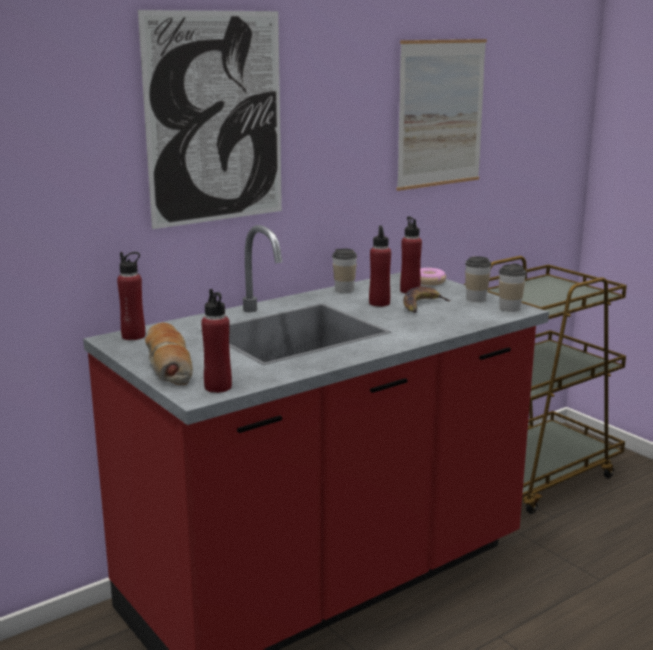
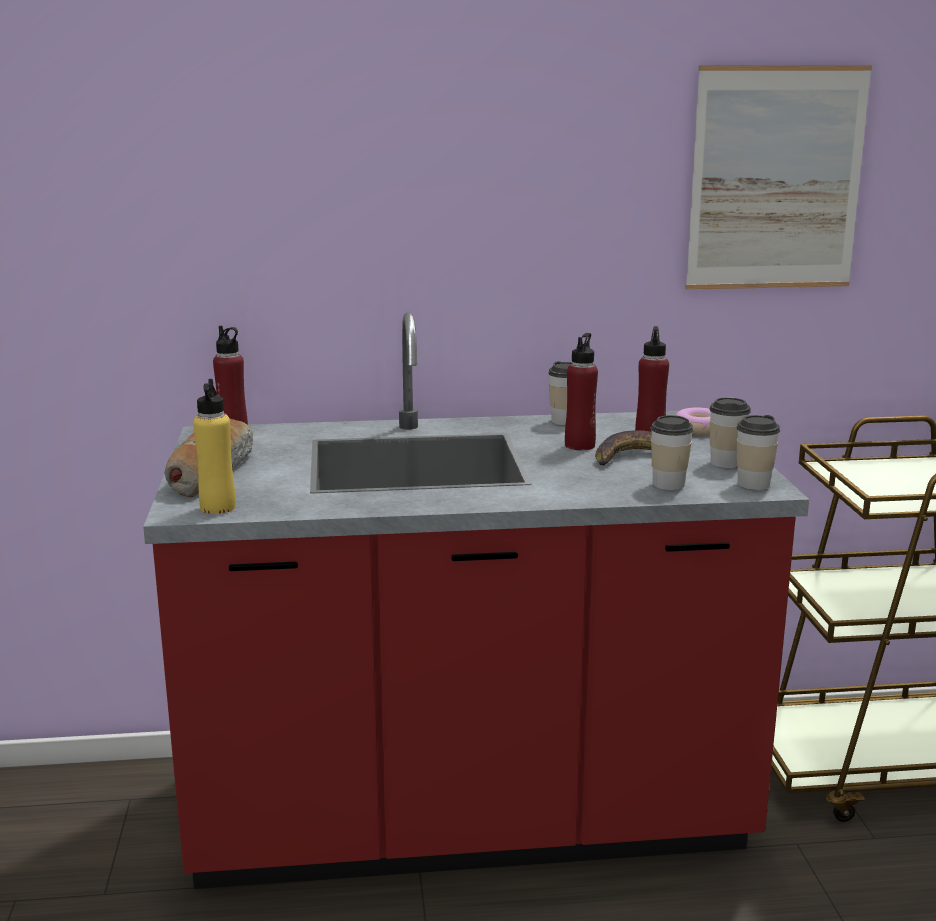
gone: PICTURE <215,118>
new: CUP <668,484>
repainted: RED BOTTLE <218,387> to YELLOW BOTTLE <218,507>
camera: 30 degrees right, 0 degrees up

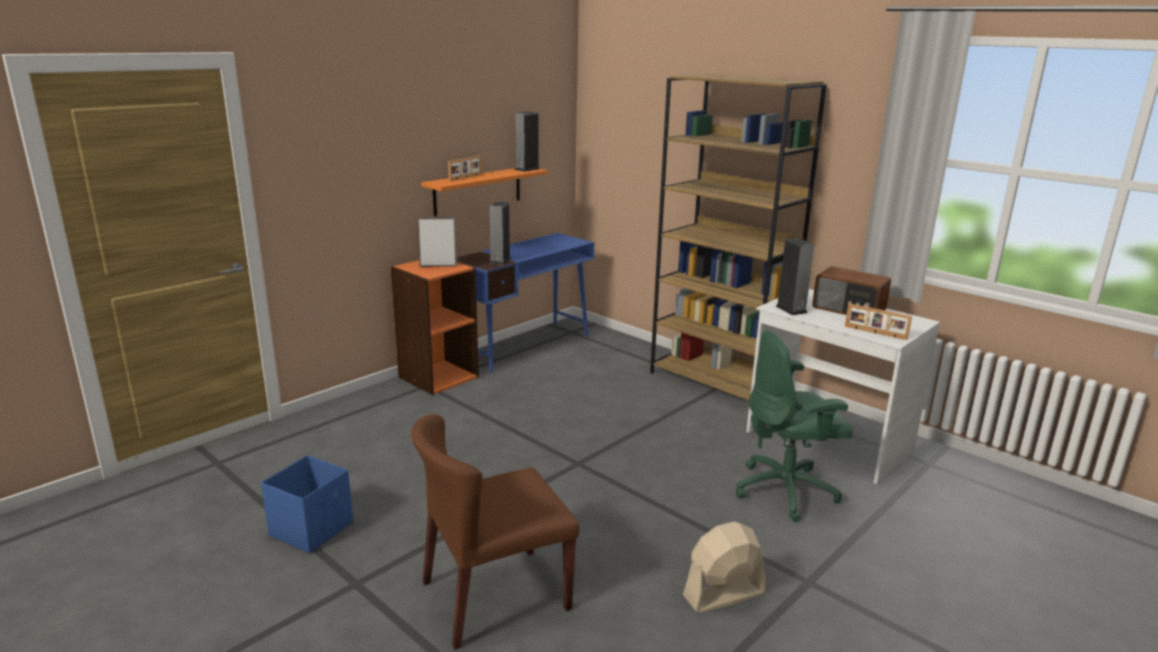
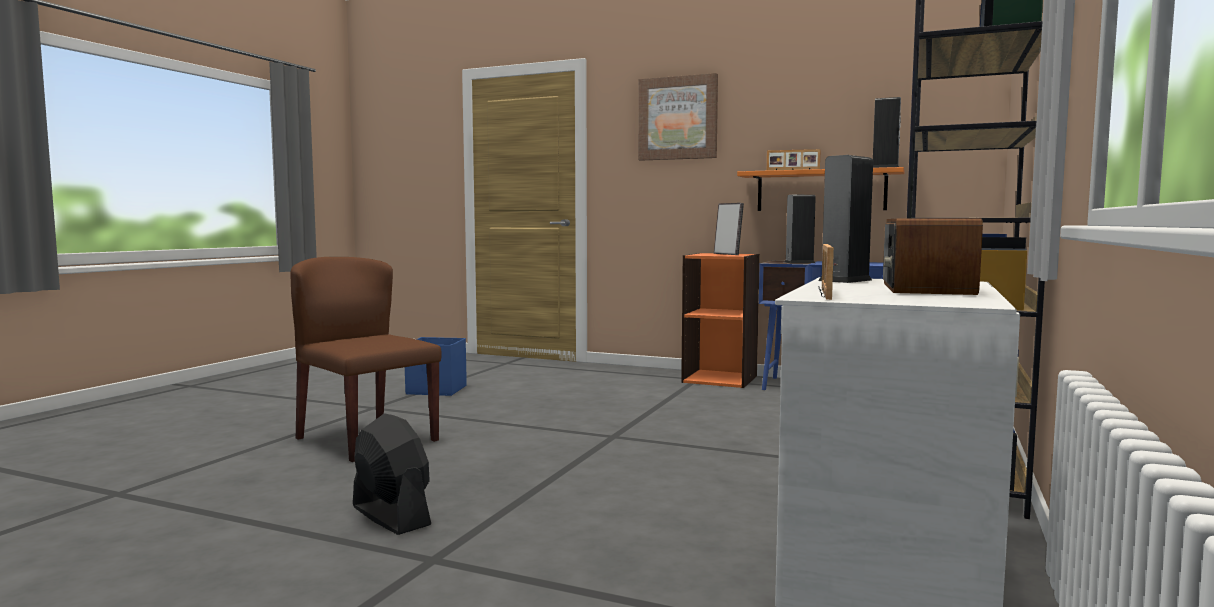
gone: GREEN OFFICE CHAIR <787,491>
new: PICTURE <678,118>
repainted: BEIGE FAN <723,594> to BLACK FAN <390,516>
camera: 70 degrees right, 15 degrees down

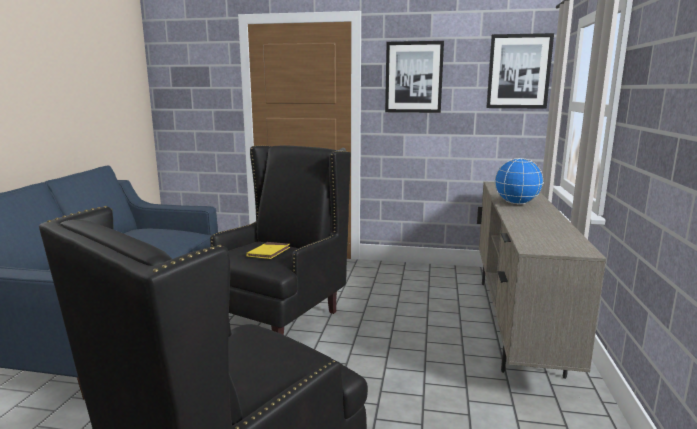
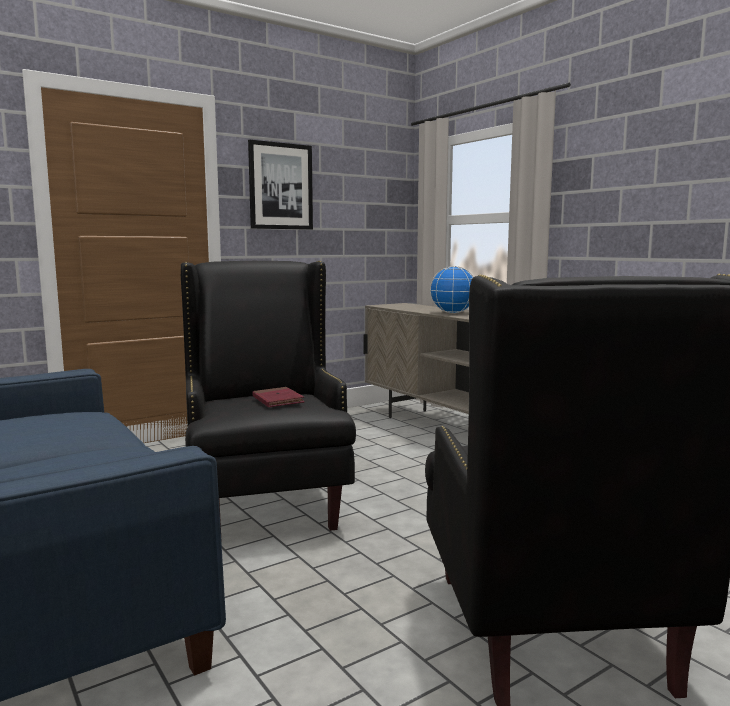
gone: PICTURE <518,71>
repainted: YELLOW BOOK <268,252> to RED BOOK <278,400>
camera: 45 degrees left, 5 degrees down

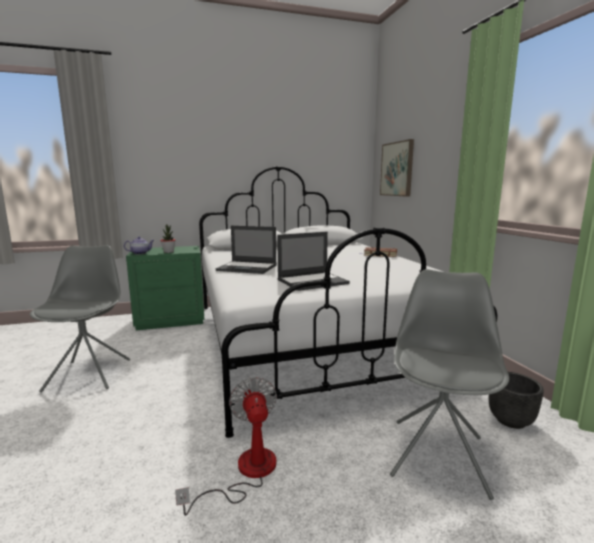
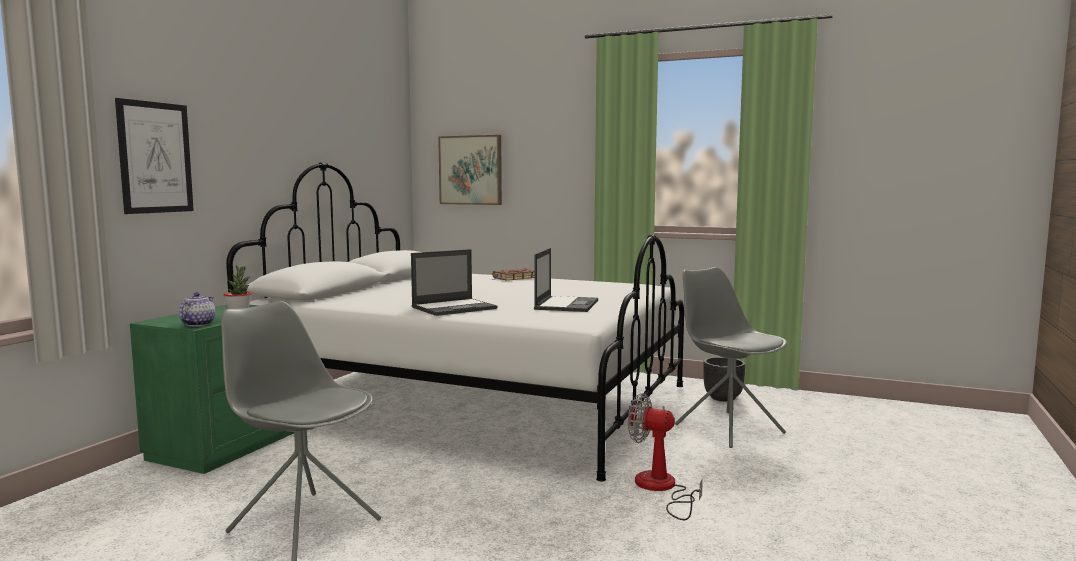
new: PICTURE <155,157>
camera: 50 degrees left, 5 degrees down

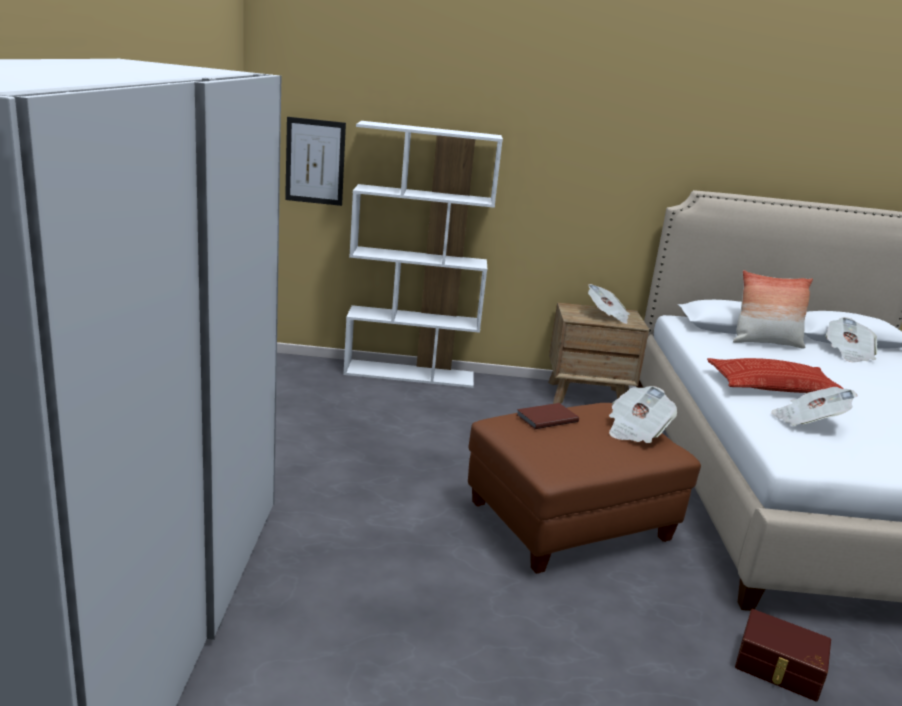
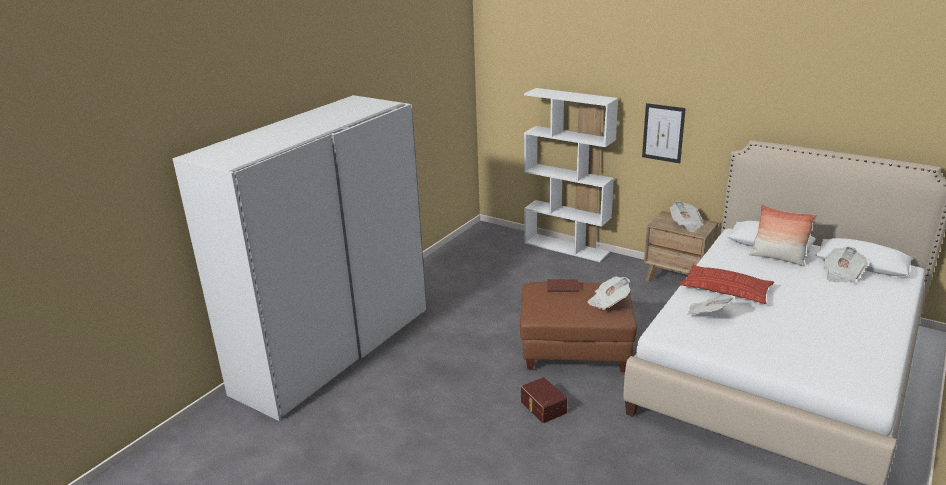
shifted: PICTURE <315,161> to <663,133>; BROWN STORAGE BOX <778,668> to <542,407>
camera: 35 degrees right, 5 degrees up

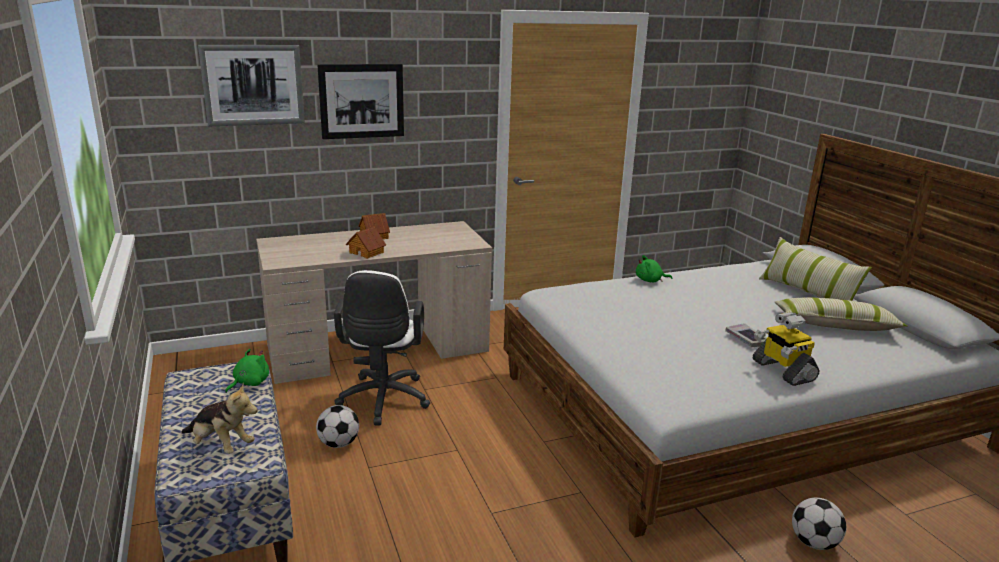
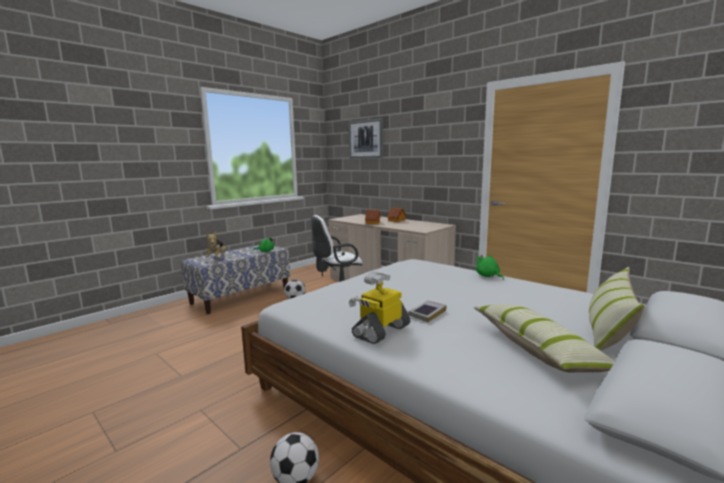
gone: PICTURE <362,101>
camera: 65 degrees right, 10 degrees down

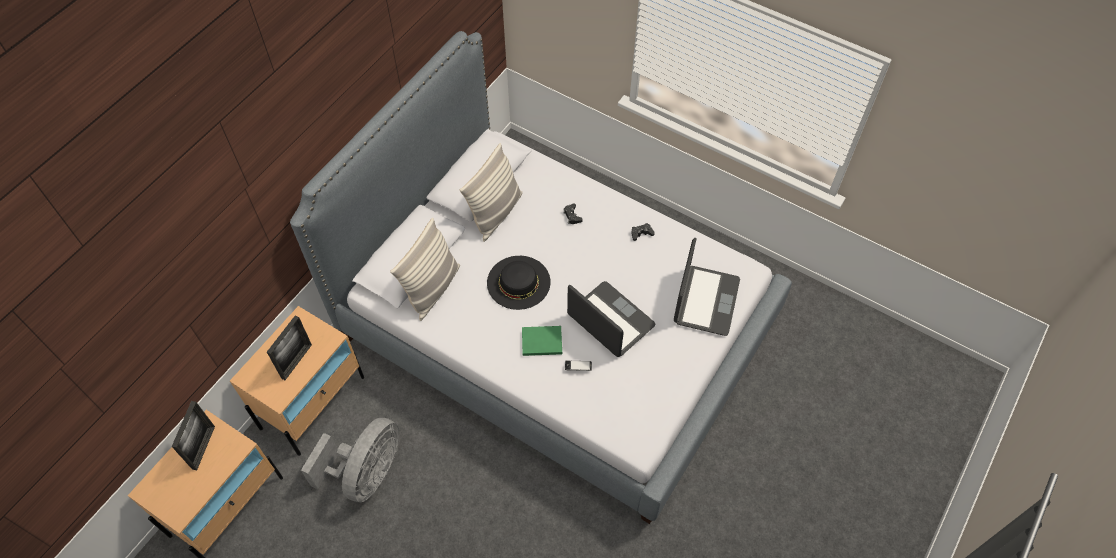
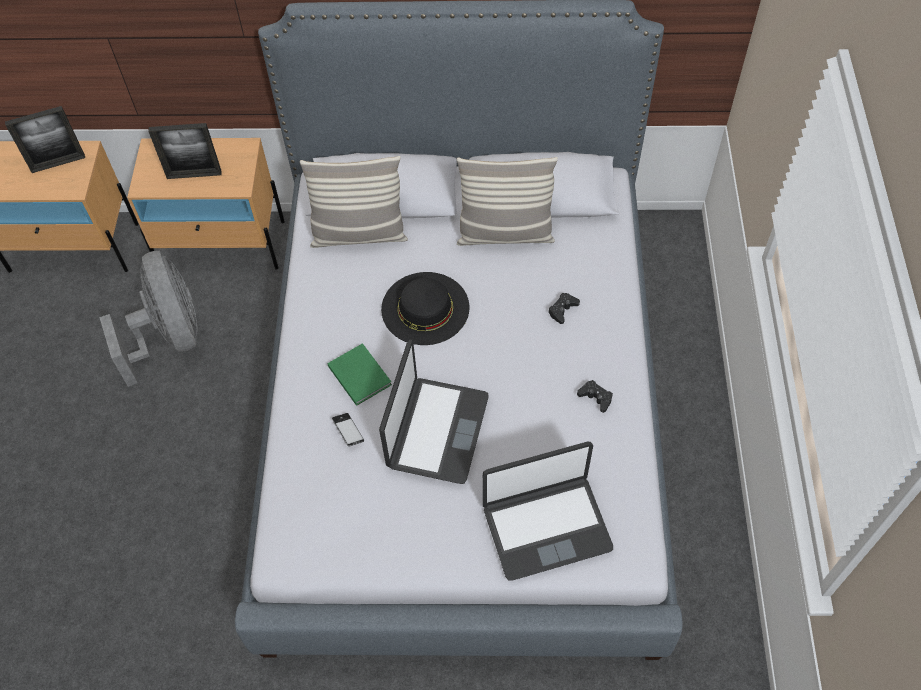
rotated: GREY FAN <366,473> = <170,337> 105 degrees counterclockwise
camera: 60 degrees right, 0 degrees up

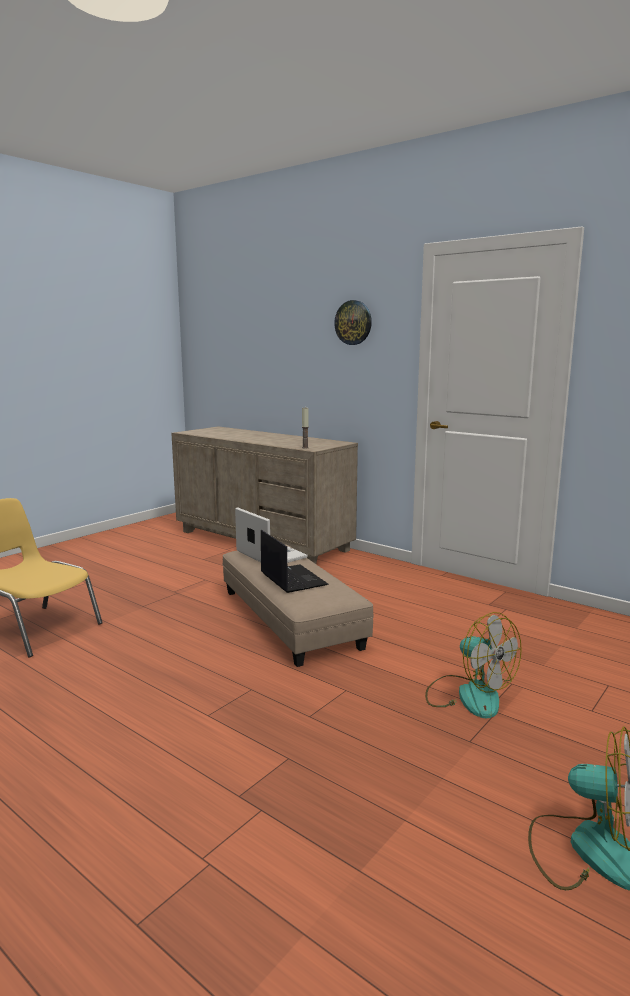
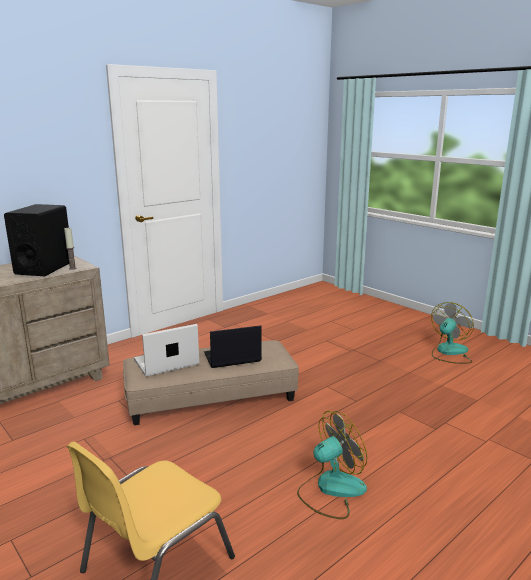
gone: WALL CLOCK <353,322>
new: BLACK SPEAKER <44,268>
shifted: FAN <468,695> to <331,489>
camera: 80 degrees left, 5 degrees up

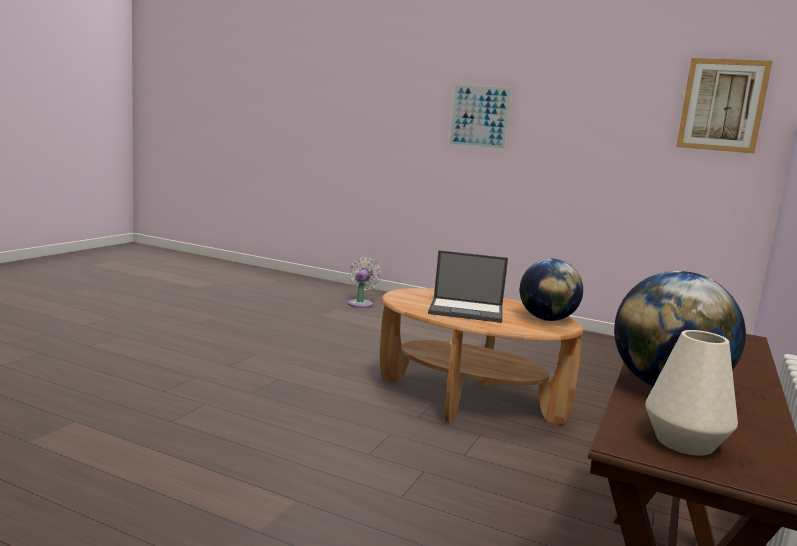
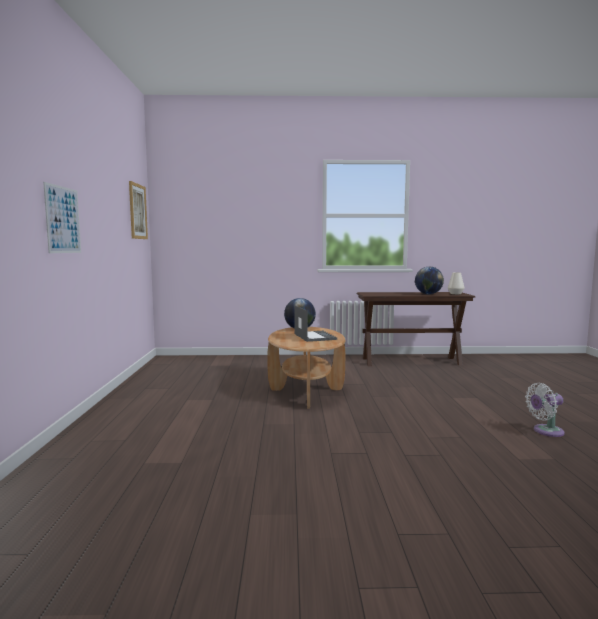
shifted: WHITE FAN <361,303> to <545,431>
camera: 115 degrees left, 5 degrees down

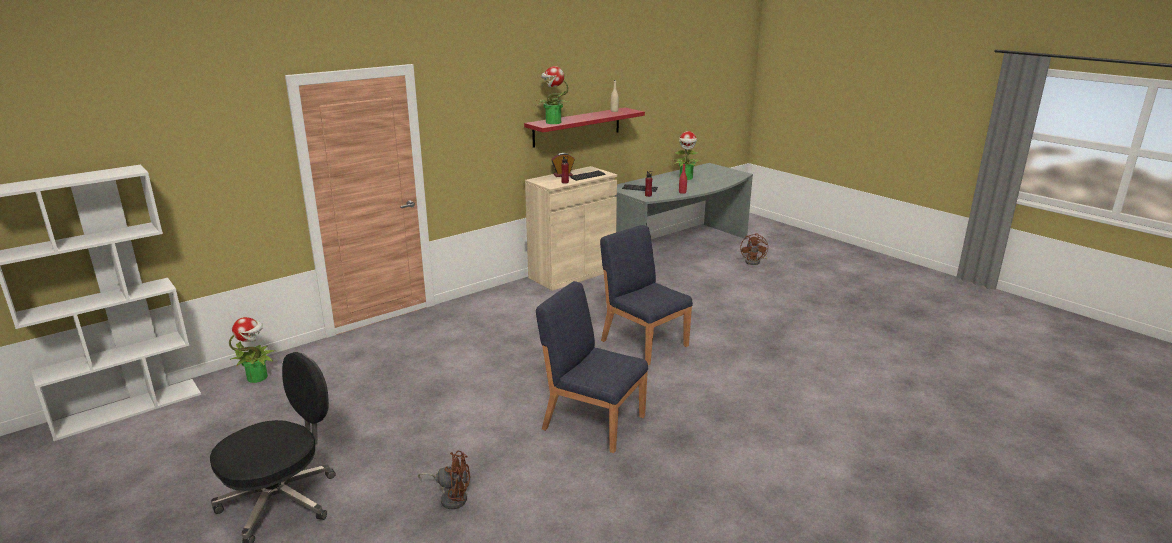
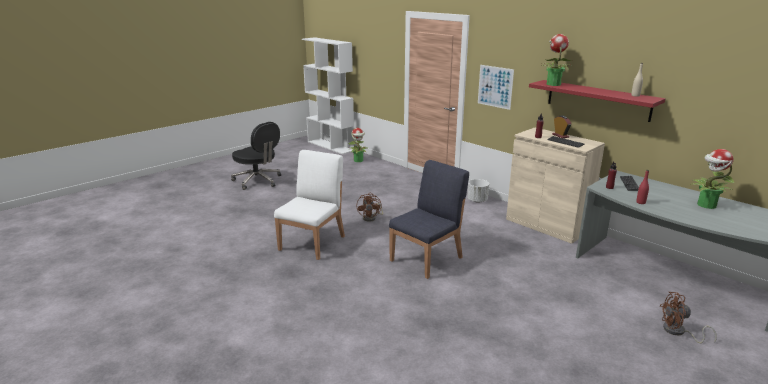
new: PICTURE <495,86>; WHITE PLANTER <477,200>
shifted: BROWN FAN <451,497> to <371,218>
repainted: BLUE CHAIR <593,422> to WHITE CHAIR <313,242>
camera: 85 degrees right, 0 degrees up

